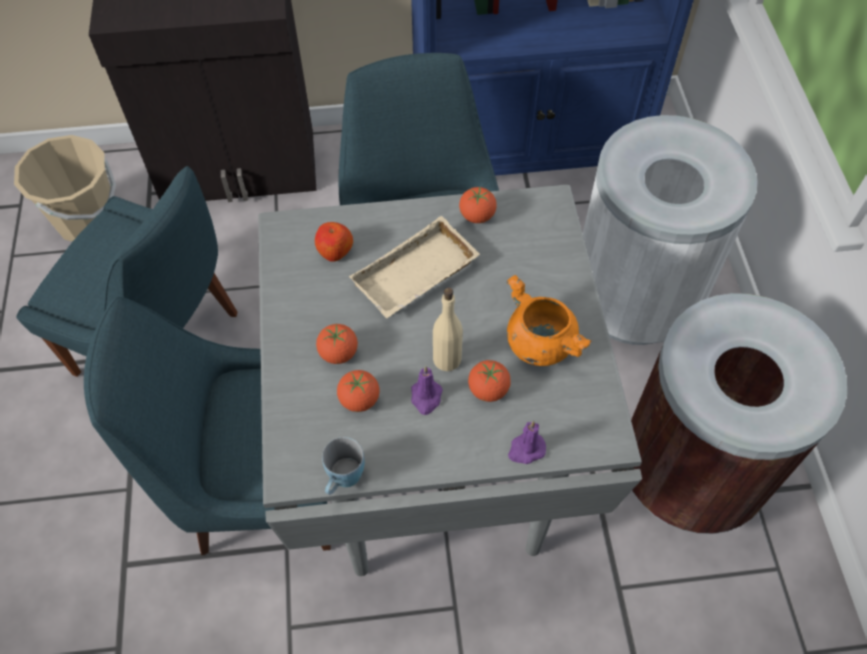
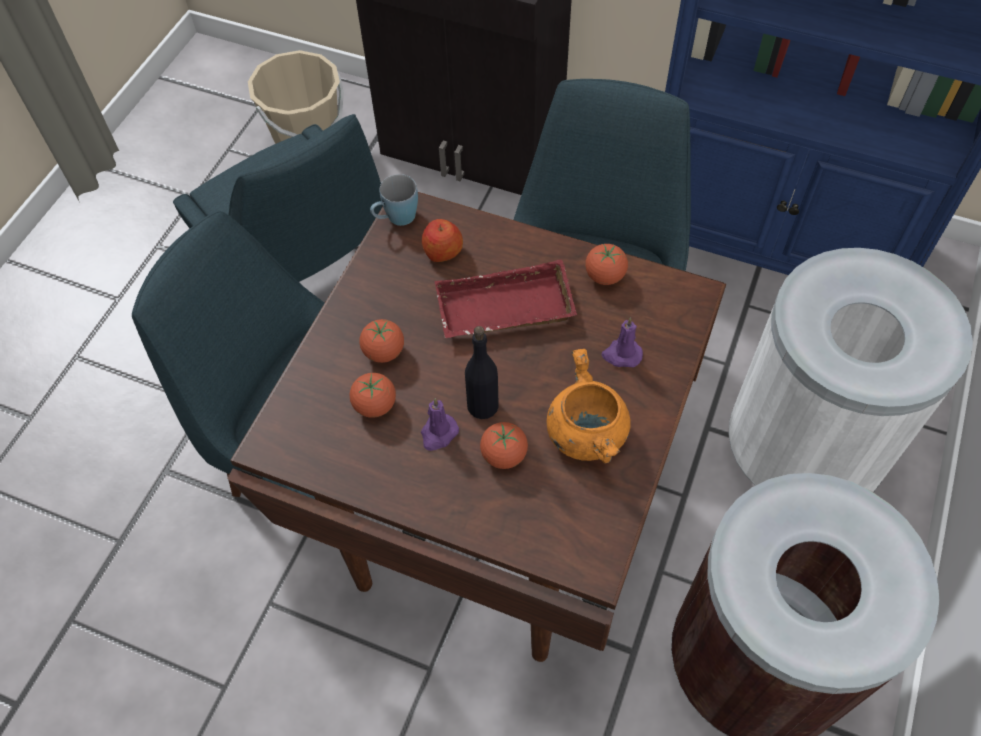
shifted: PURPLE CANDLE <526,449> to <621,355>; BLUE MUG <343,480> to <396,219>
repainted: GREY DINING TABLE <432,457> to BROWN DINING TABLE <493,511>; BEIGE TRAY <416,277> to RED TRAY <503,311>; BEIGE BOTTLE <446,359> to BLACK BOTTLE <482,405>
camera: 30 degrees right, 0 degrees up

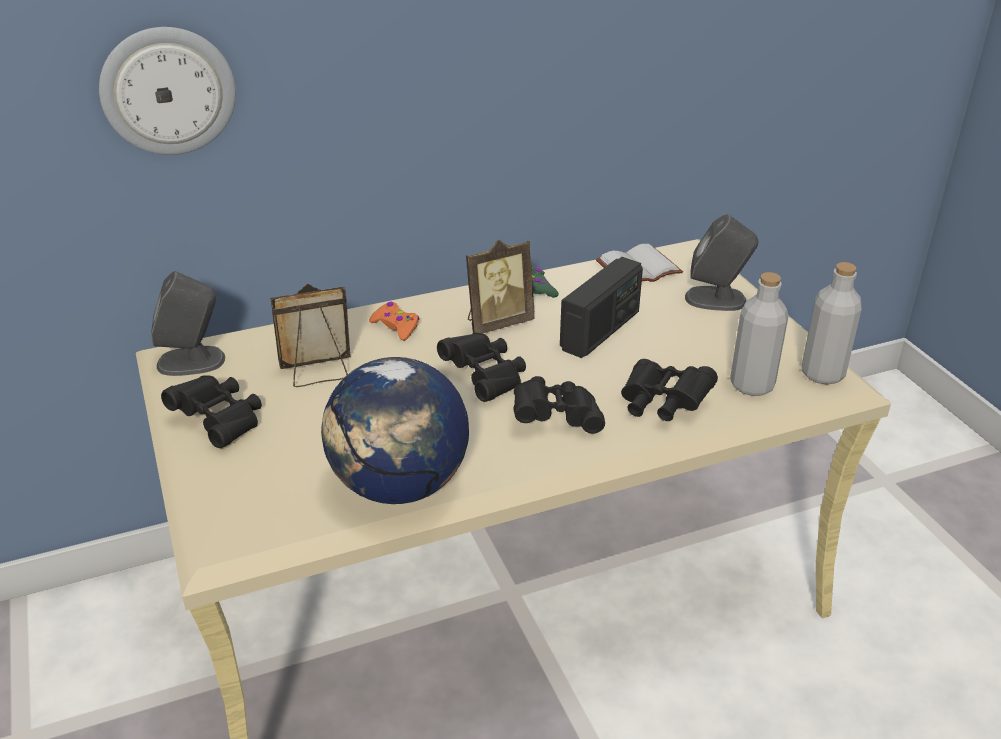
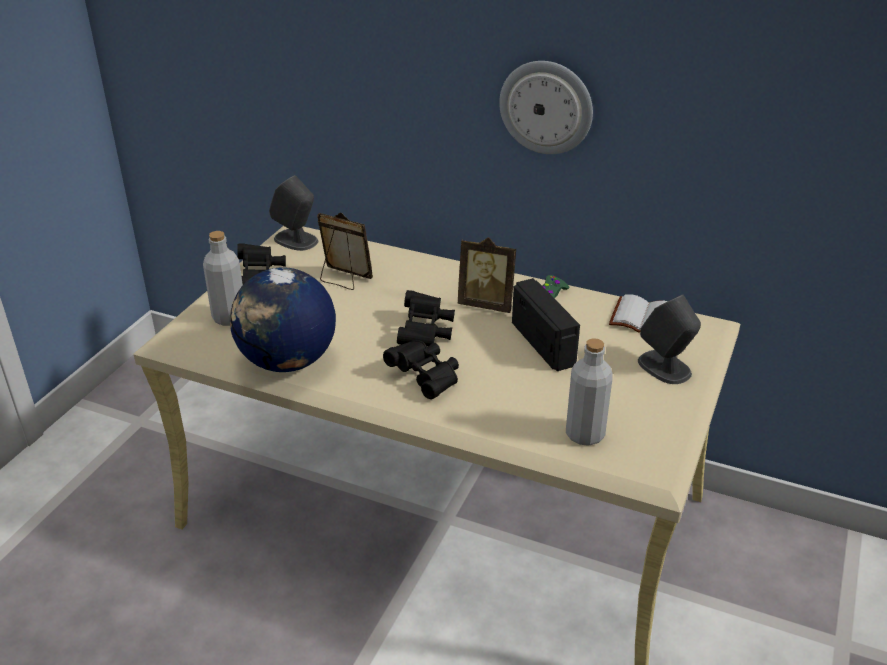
gone: ORANGE GAME CONTROLLER <396,326>; BLACK BINOCULARS <662,404>
shifted: WALL CLOCK <168,91> to <546,107>; GREY BOTTLE <822,373> to <229,317>
rotated: RADIO <601,331> = <543,343> 105 degrees counterclockwise
camera: 45 degrees right, 0 degrees up

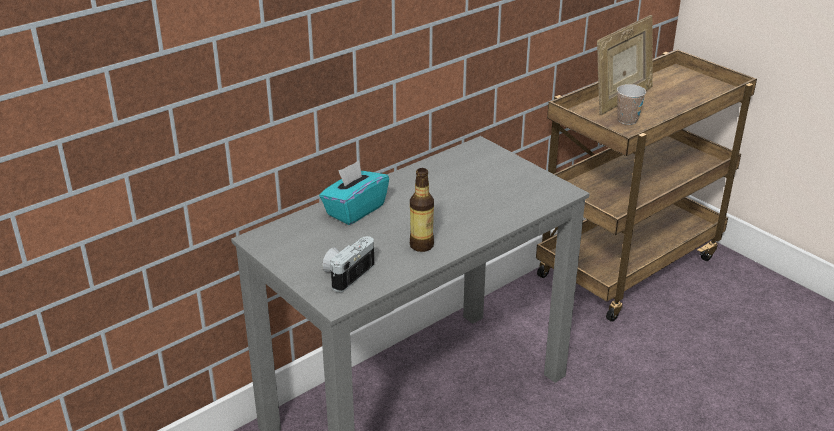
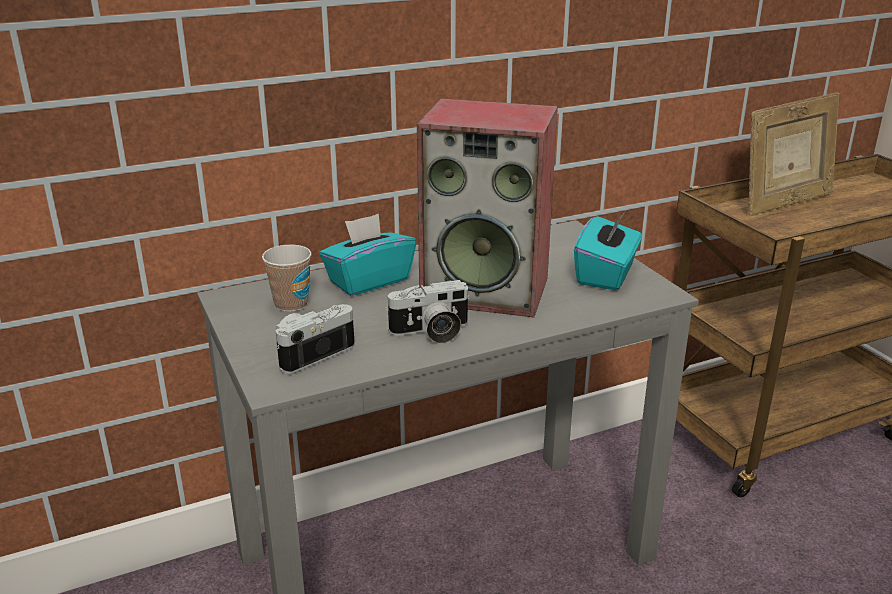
new: SPEAKER <487,290>; TURQUOISE TISSUE BOX <606,275>
shifted: CUP <627,120> to <291,304>
swapped: BOTTLE <421,245> to PHOTO CAMERA <431,332>
camera: 15 degrees right, 5 degrees down

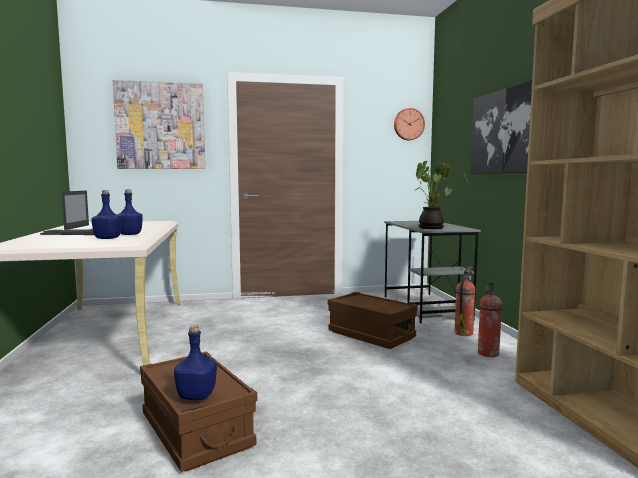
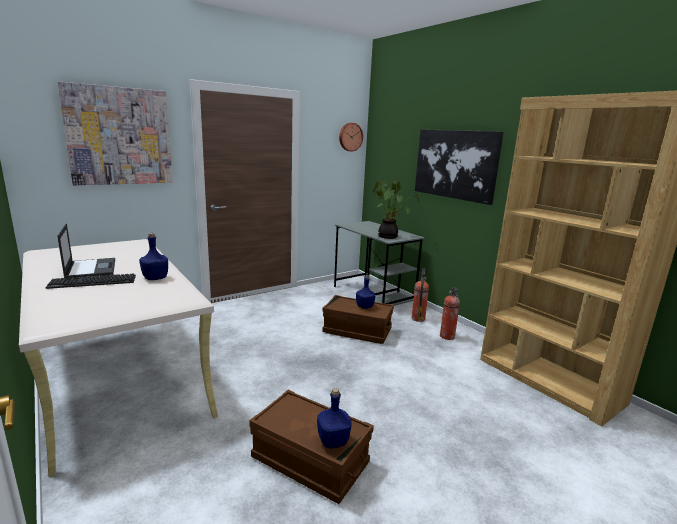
shifted: BLUE BOTTLE <107,238> to <365,307>
camera: 25 degrees left, 10 degrees up

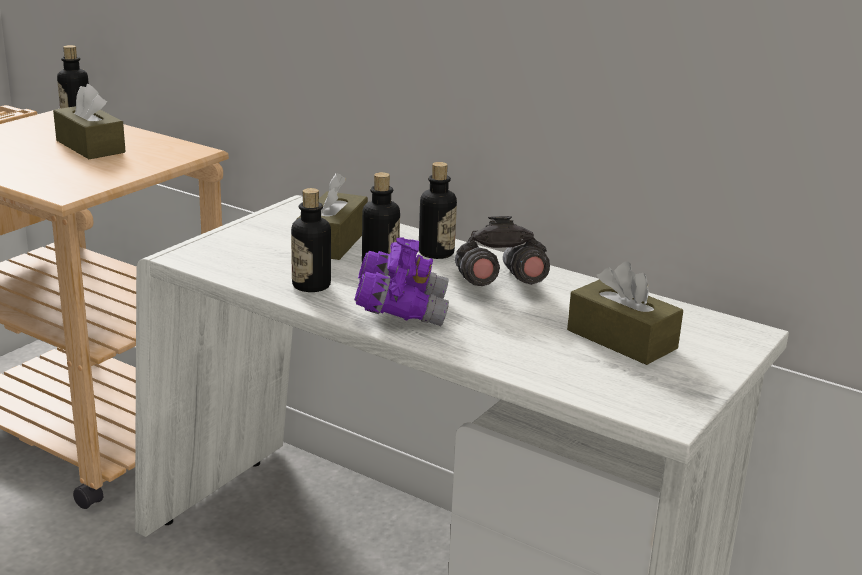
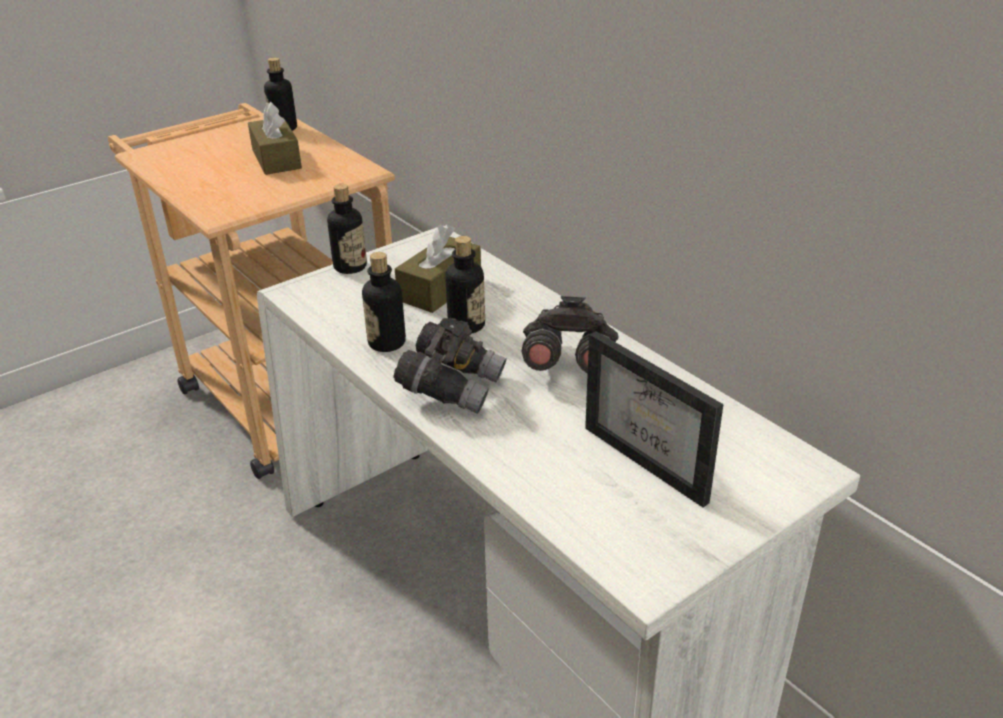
shifted: BOTTLE <436,253> to <350,267>
swapped: BROWN TISSUE BOX <621,339> to PICTURE FRAME <657,459>
repainted: PURPLE BINOCULARS <401,311> to GREY BINOCULARS <452,387>
camera: 20 degrees right, 10 degrees up

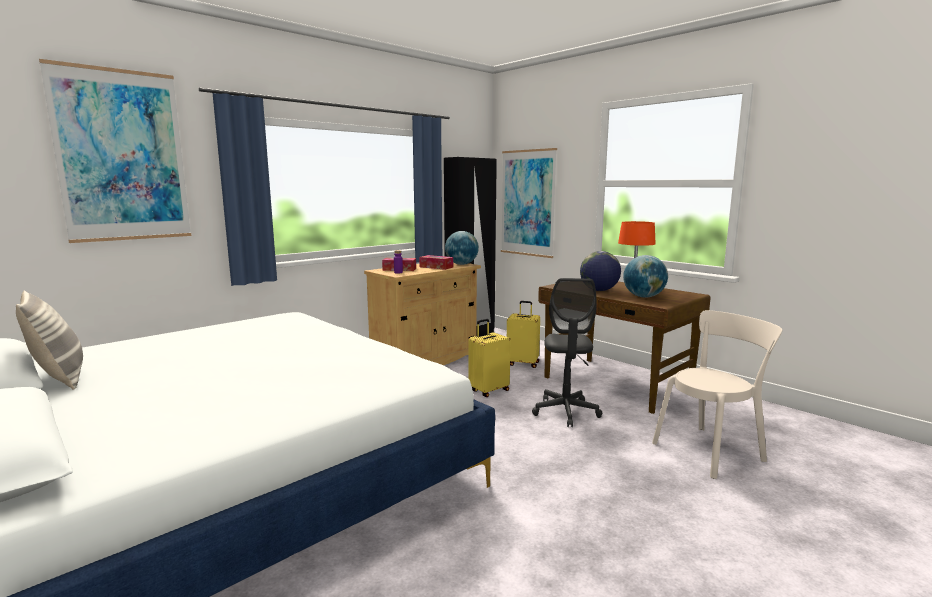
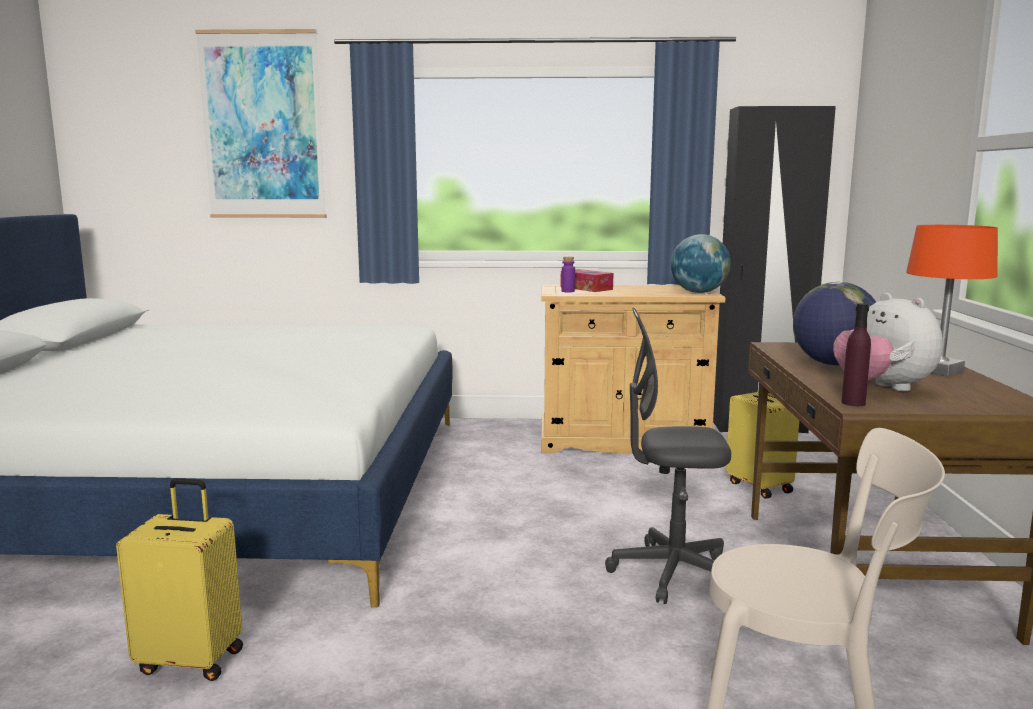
gone: PICTURE <528,203>; TISSUE BOX <436,267>; PILLOW <59,378>
new: PURPLE BOTTLE <853,403>
shifted: YELLOW SUITCASE <488,390> to <192,660>
swapped: GLOBE <644,297> to PLUSH TOY <882,388>
rotated: GREY OFFICE CHAIR <566,412> = <672,573> 45 degrees clockwise
camera: 45 degrees right, 0 degrees up

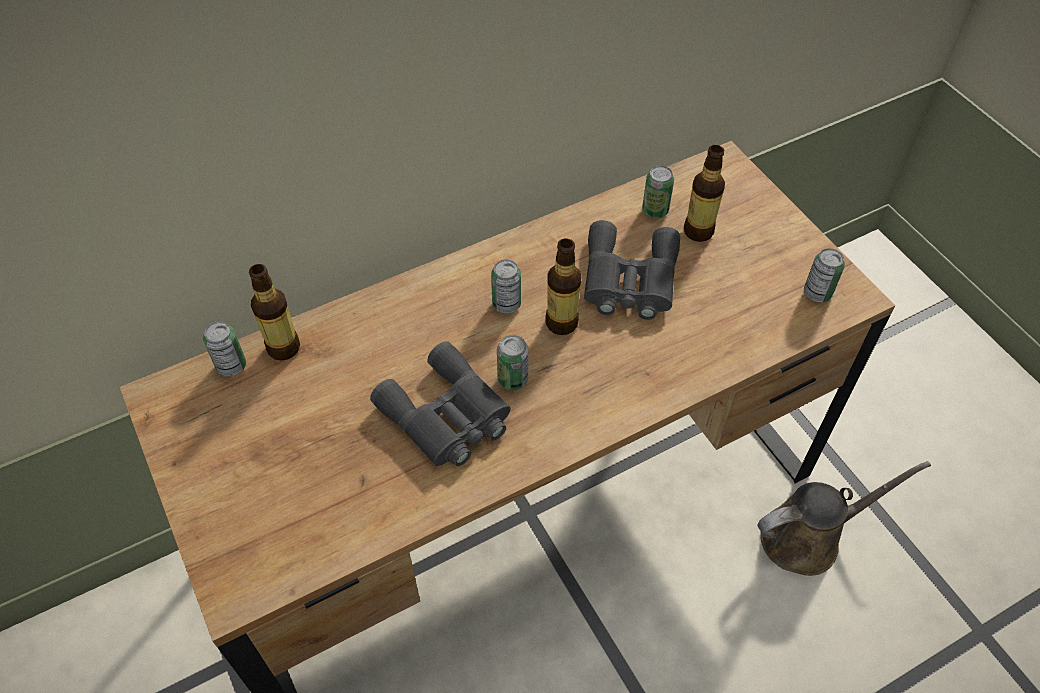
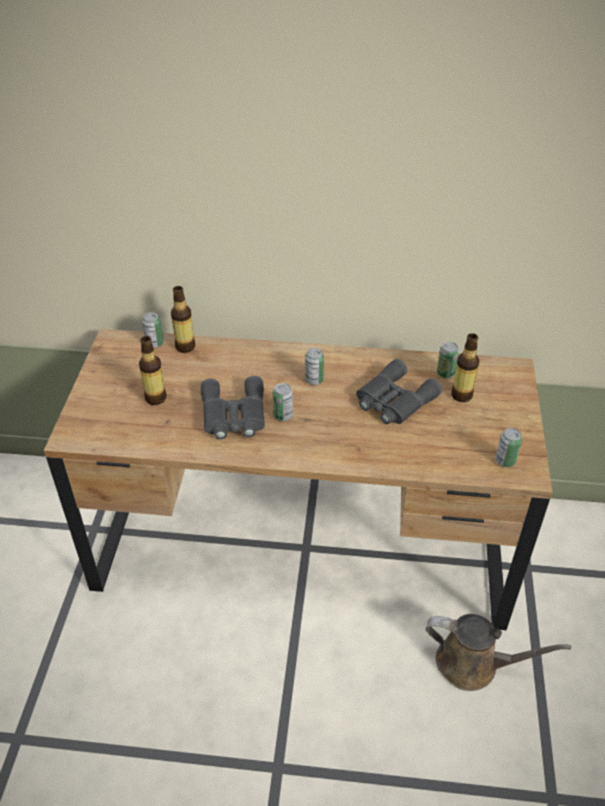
shifted: BOTTLE <561,323> to <155,398>
camera: 35 degrees right, 10 degrees down

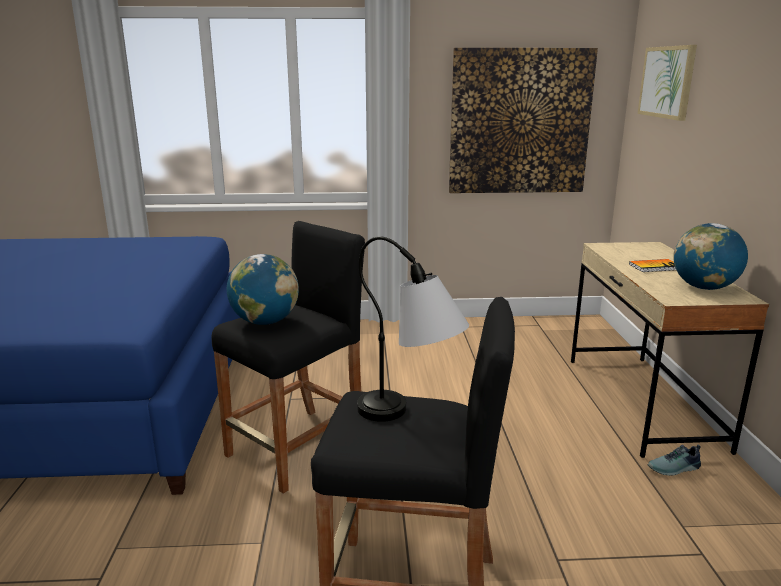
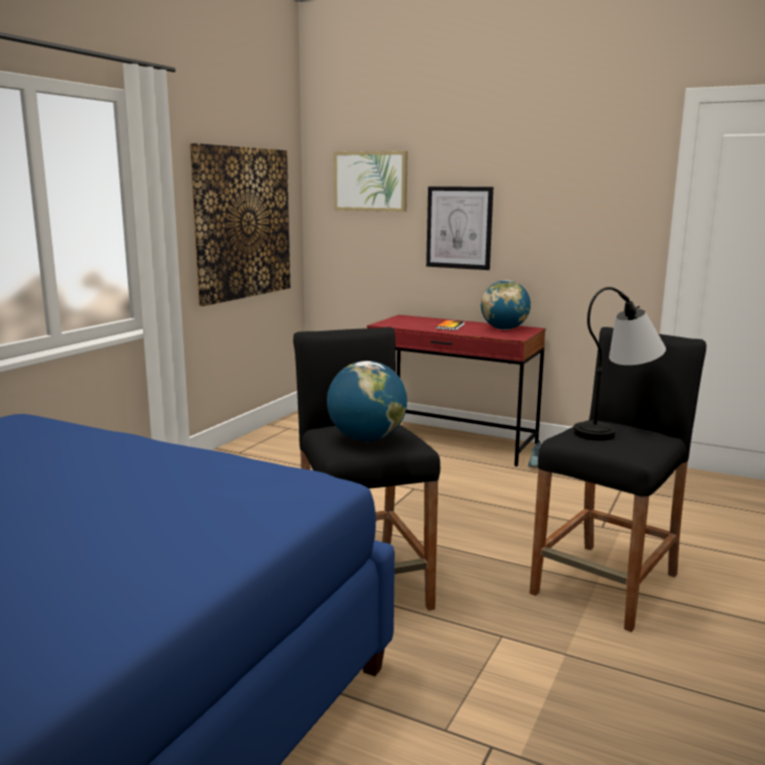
new: PICTURE <459,227>
repainted: BEIGE DESK <642,402> to RED DESK <452,442>
camera: 60 degrees left, 5 degrees down

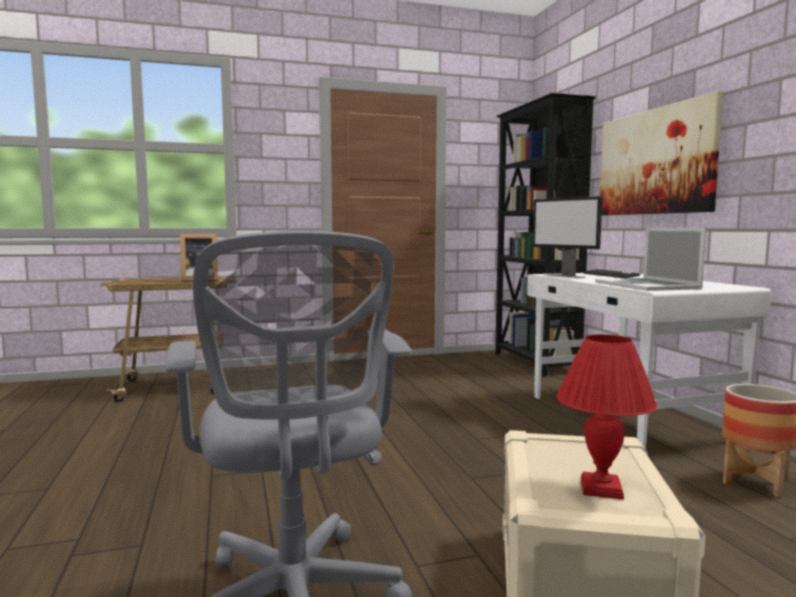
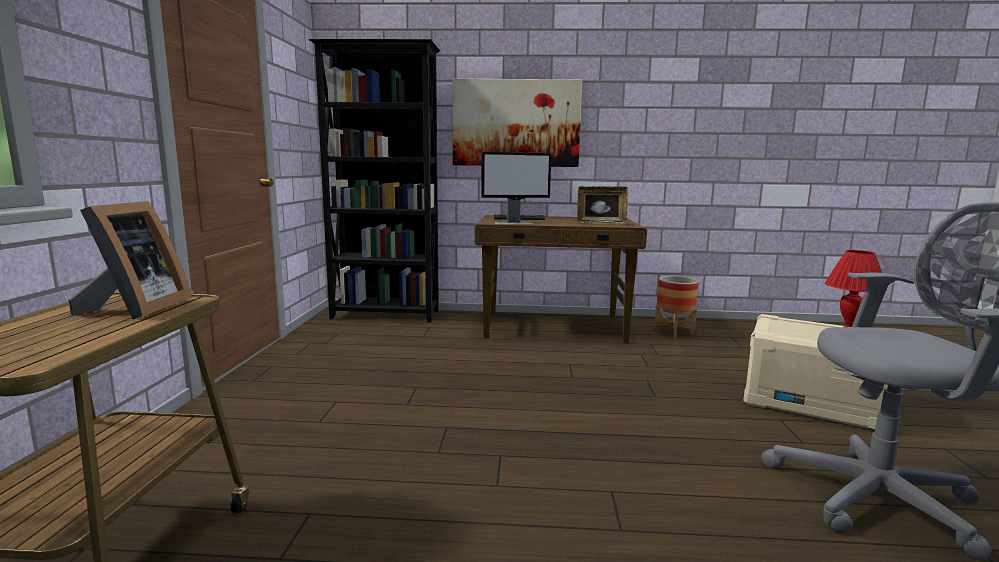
swapped: LAPTOP <646,285> to PICTURE FRAME <601,223>
repainted: WHITE DESK <627,417> to BROWN DESK <554,327>
camera: 70 degrees left, 5 degrees up

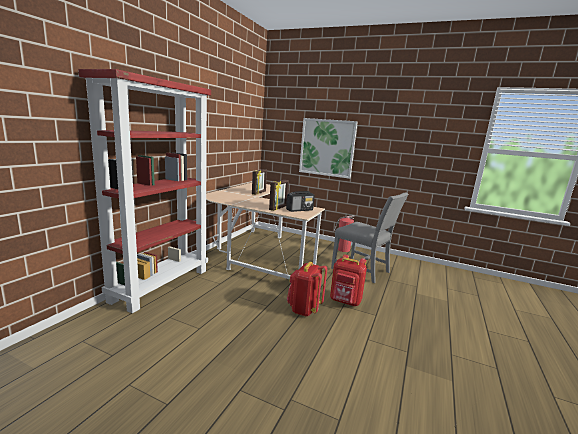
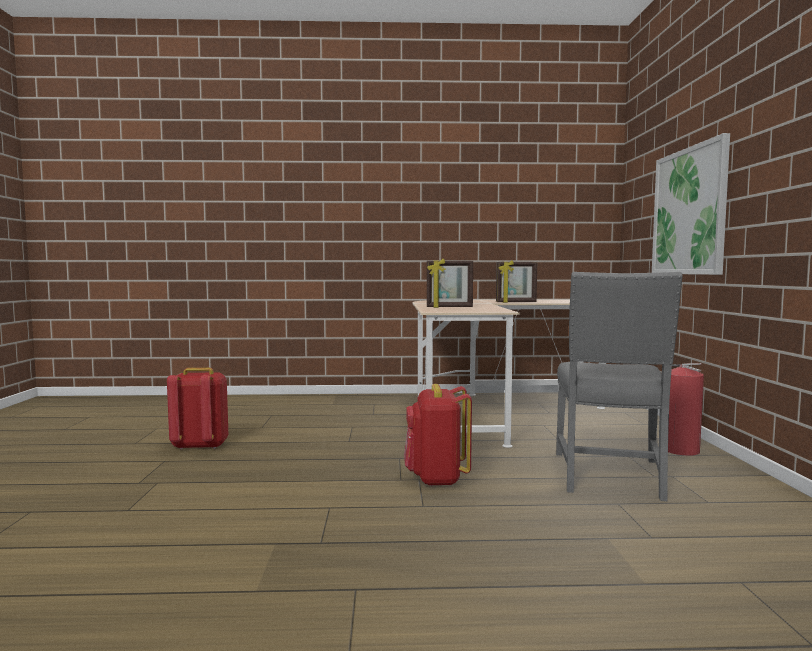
gone: RED BOOKCASE <161,284>; RADIO <299,210>
shifted: RED BACKPACK <304,309> to <200,446>
camera: 65 degrees right, 10 degrees down

